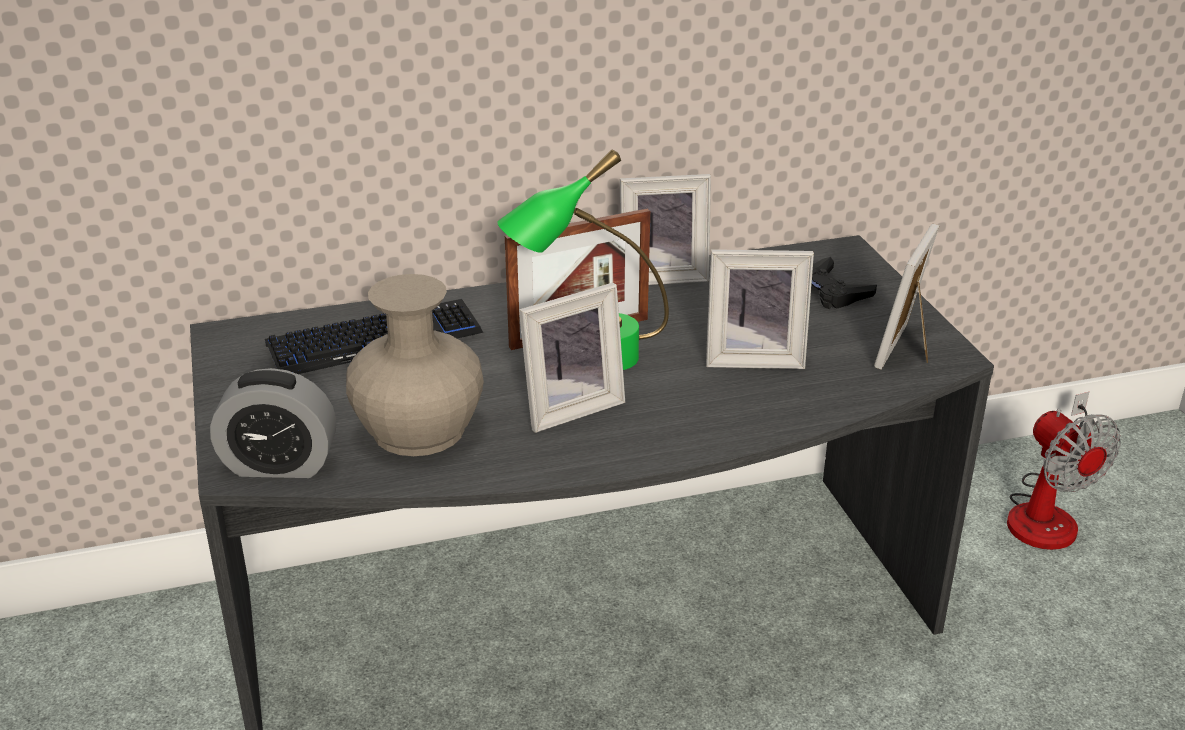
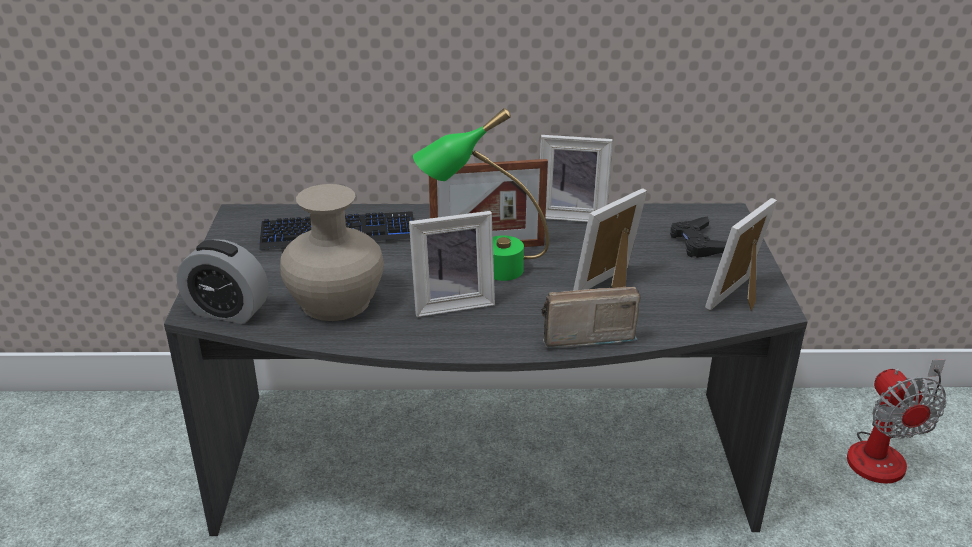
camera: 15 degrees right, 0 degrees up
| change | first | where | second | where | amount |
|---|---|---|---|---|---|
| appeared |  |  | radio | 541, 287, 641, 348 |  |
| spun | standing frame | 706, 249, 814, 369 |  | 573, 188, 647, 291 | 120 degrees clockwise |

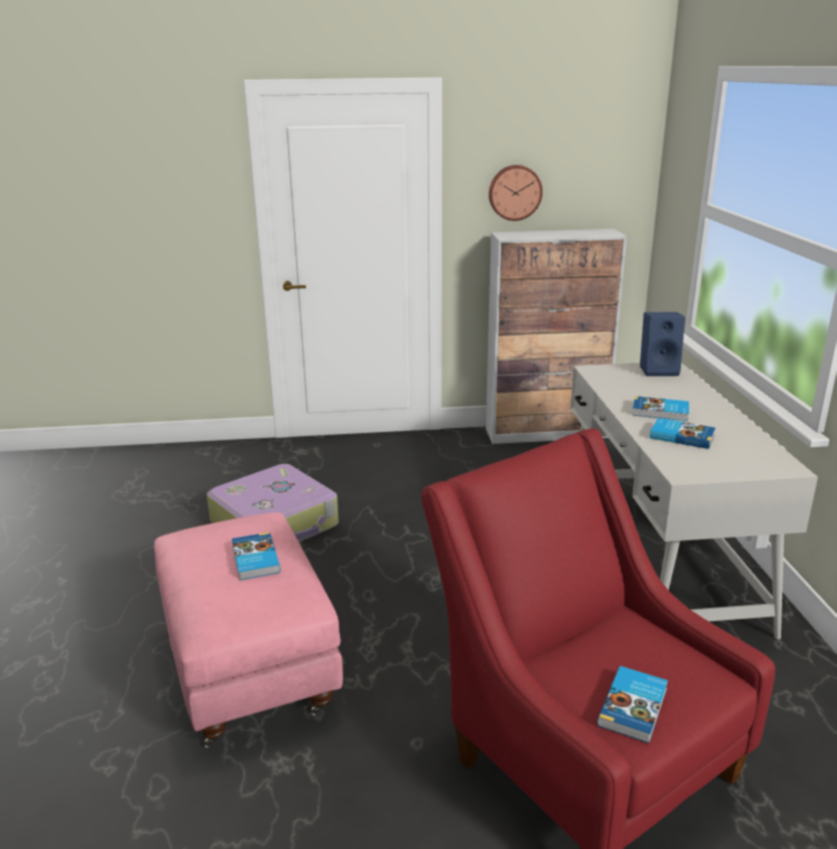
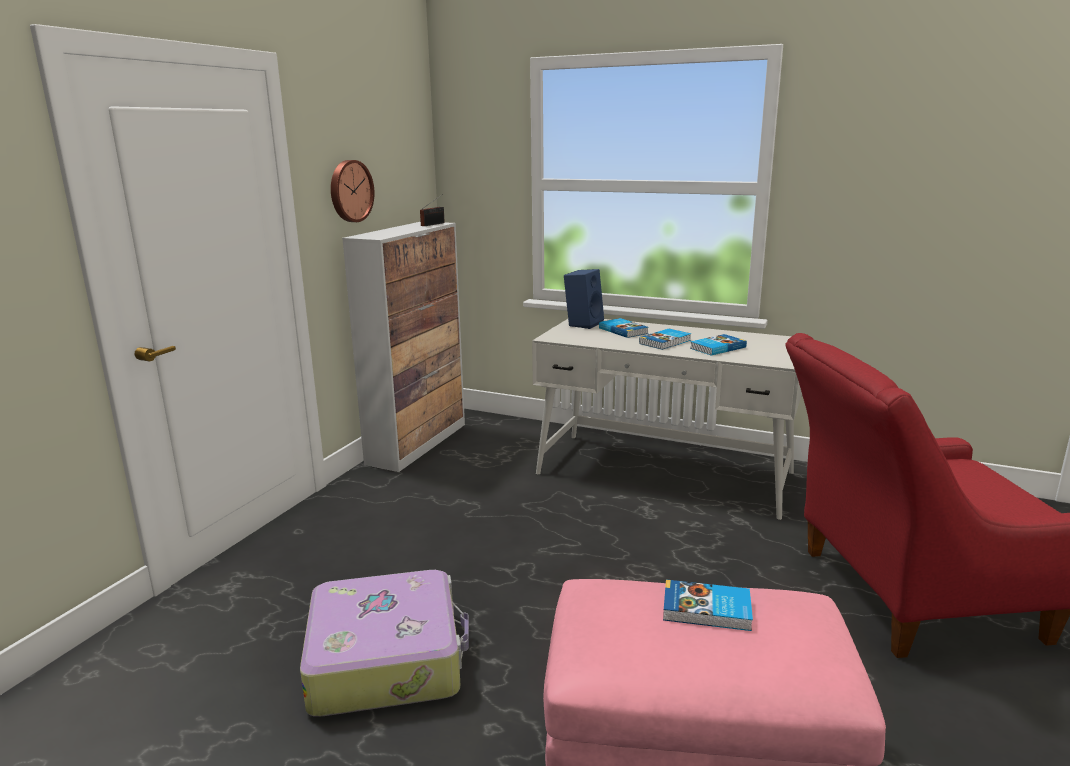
camera: 60 degrees left, 5 degrees down
| change | first | where | second | where | amount |
|---|---|---|---|---|---|
| appeared |  |  | radio | 420, 194, 445, 226 |  |
| relocated | volume | 597, 666, 668, 744 |  | 599, 318, 649, 338 |  |

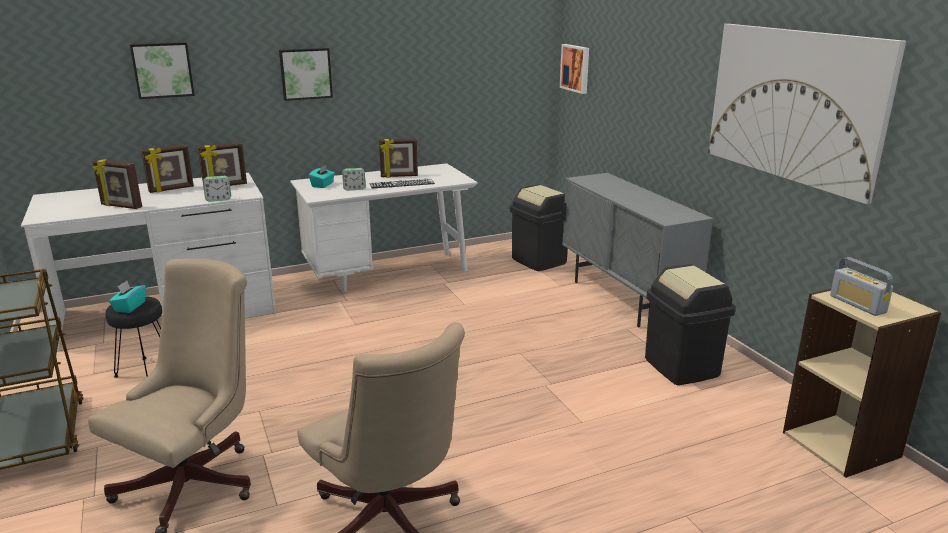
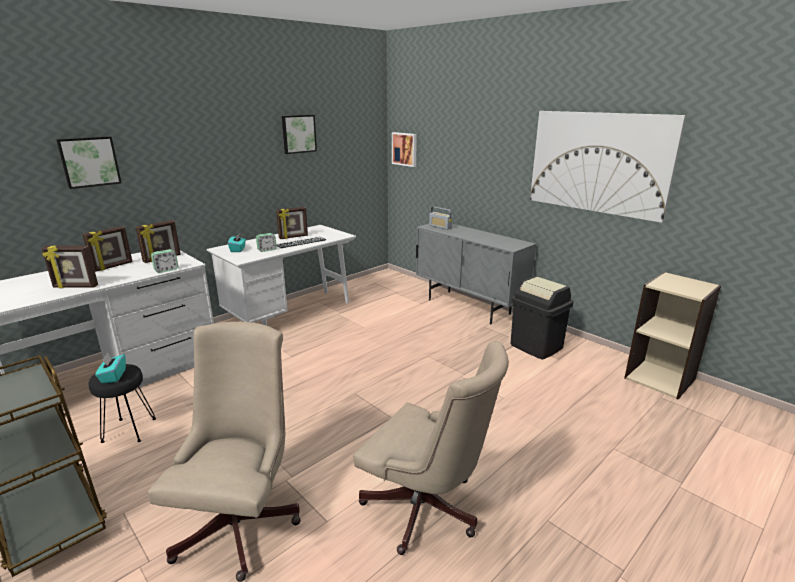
camera: 20 degrees left, 0 degrees up
| change | first | where | second | where | amount |
|---|---|---|---|---|---|
| missing | waste bin in black-coloured | 510, 184, 568, 271 |  |  |  |
| relocated | picture | 279, 48, 333, 101 |  | 282, 115, 317, 154 |  |
| relocated | radio | 830, 257, 893, 316 |  | 429, 207, 453, 230 |  |

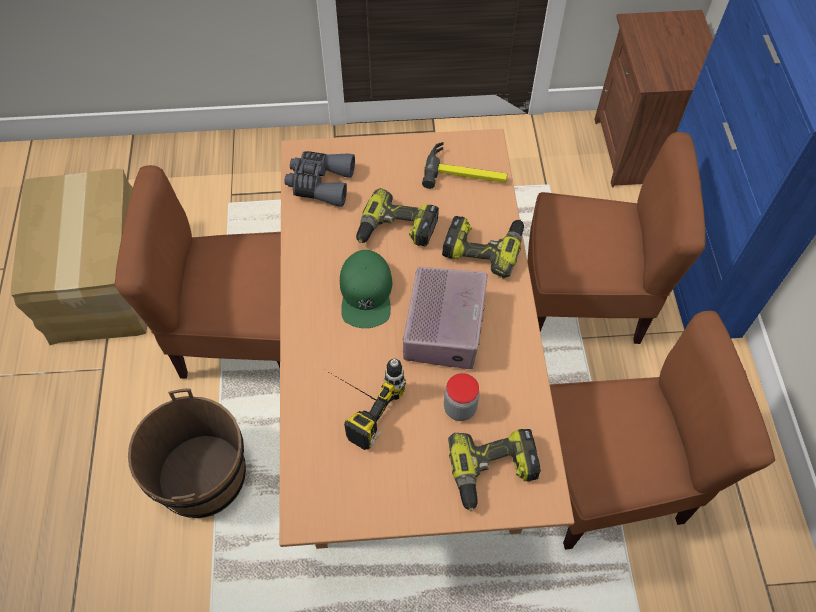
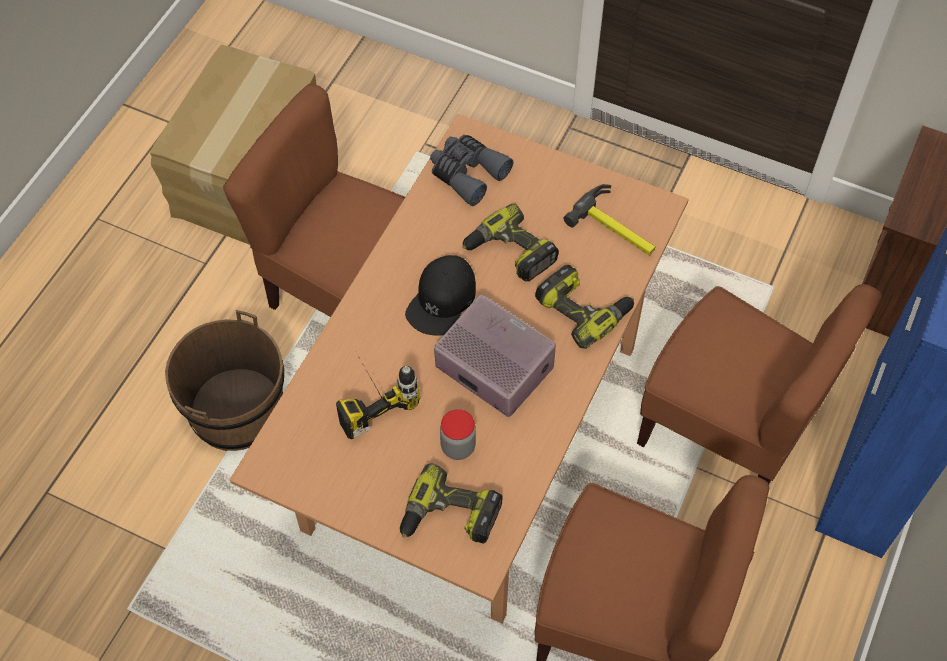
camera: 30 degrees right, 0 degrees up
| change | first | where | second | where | amount |
|---|---|---|---|---|---|
| colour | peaked cap in green | 340, 250, 393, 328 | peaked cap in black-coloured | 405, 255, 476, 336 |  |
| spun | radio | 403, 267, 487, 369 |  | 434, 294, 556, 417 | 90 degrees counterclockwise |

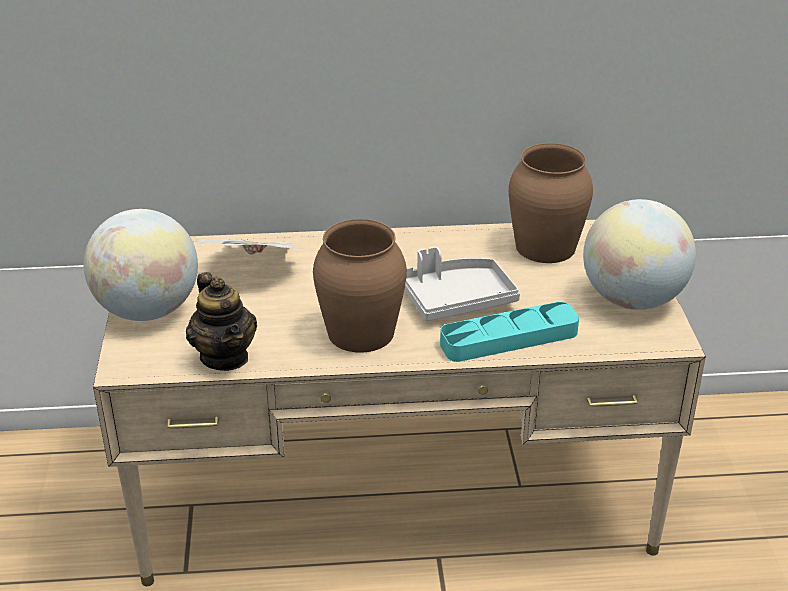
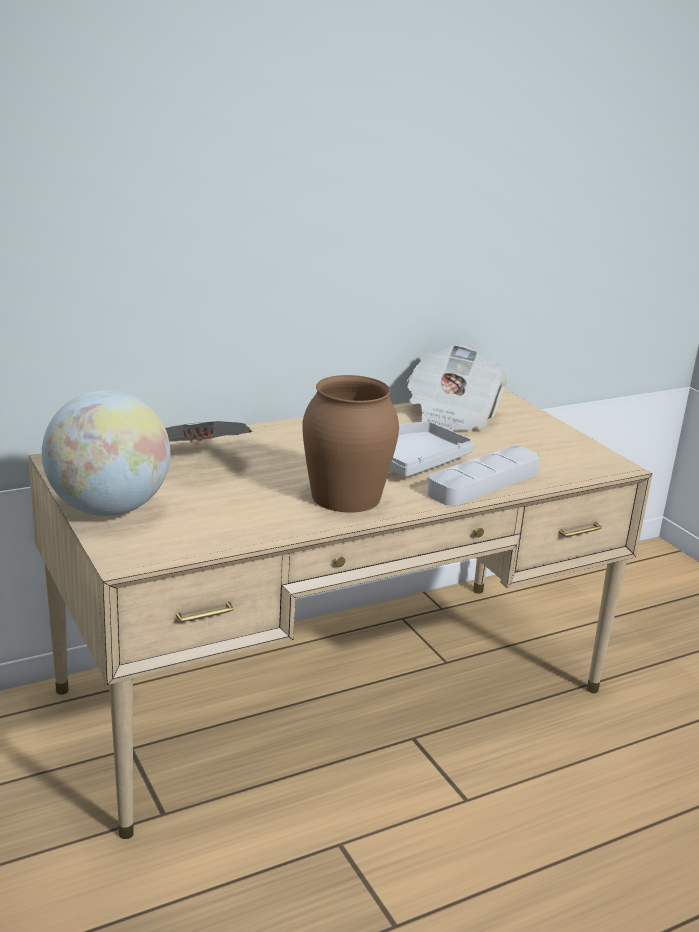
camera: 25 degrees left, 10 degrees down
| change | first | where | second | where | amount |
|---|---|---|---|---|---|
| missing | tea pot | 186, 272, 257, 371 |  |  |  |
| missing | desk globe | 583, 199, 696, 310 |  |  |  |
| exchanged | flower vase in brown-coloured | 509, 143, 593, 263 | printed paper | 406, 344, 507, 431 |  |
| colour | tray in turquoise-coloured | 440, 302, 579, 362 | tray in grey | 427, 446, 540, 506 |  |

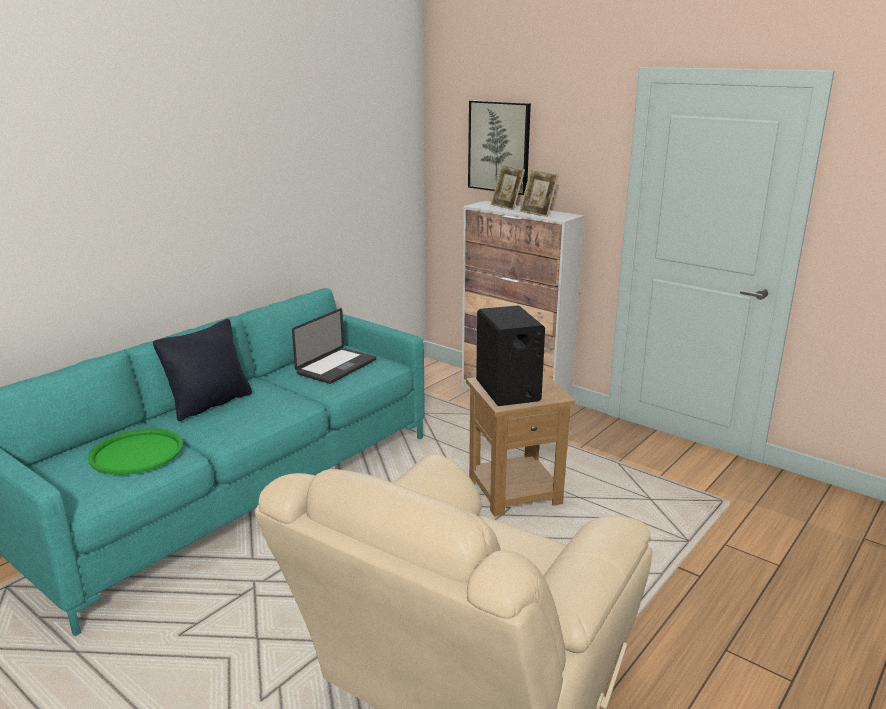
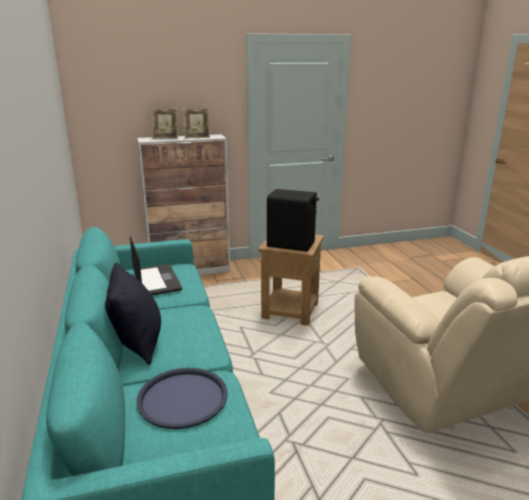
camera: 55 degrees left, 0 degrees up
| change | first | where | second | where | amount |
|---|---|---|---|---|---|
| missing | picture | 468, 100, 531, 195 |  |  |  |
| colour | tray in green | 88, 428, 183, 475 | tray in blue | 137, 368, 228, 429 |  |

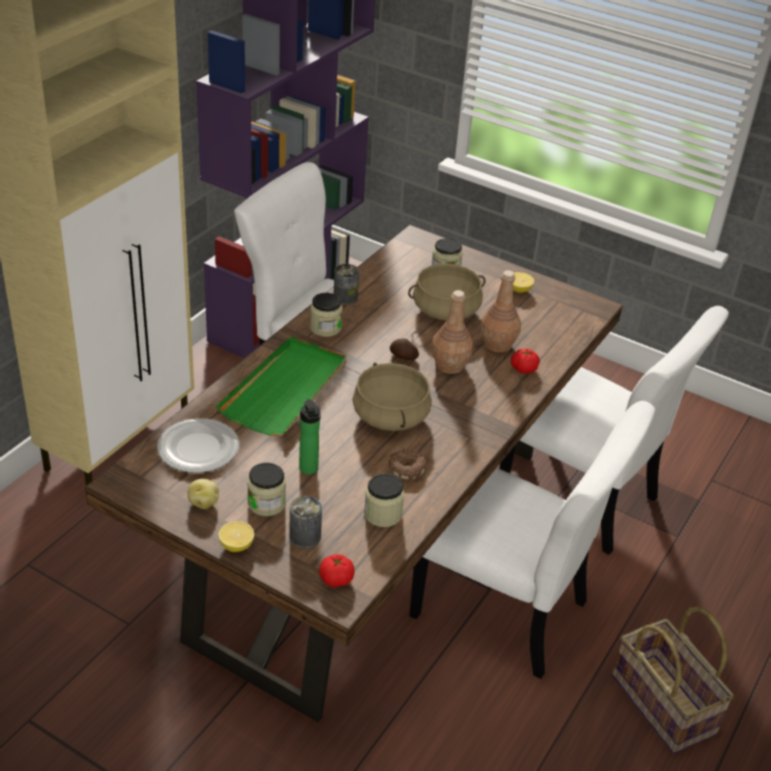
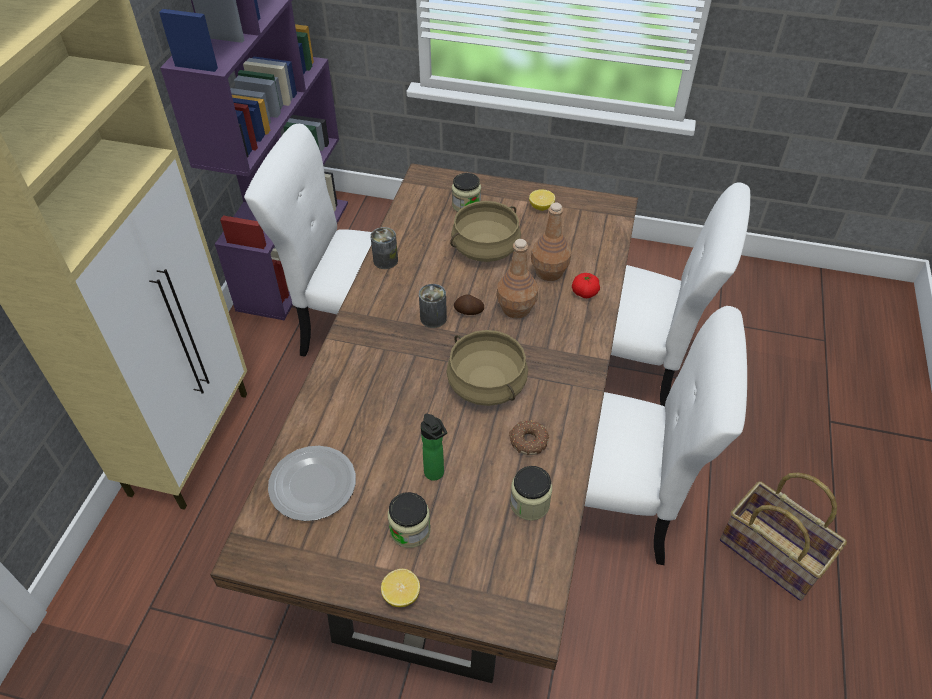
camera: 15 degrees left, 10 degrees up
| change | first | where | second | where | amount |
|---|---|---|---|---|---|
| missing | potato | 187, 479, 219, 509 |  |  |  |
| missing | tray in green | 216, 336, 347, 436 |  |  |  |
| missing | storage jar | 310, 293, 342, 337 |  |  |  |
| missing | fresh tomato | 319, 554, 355, 587 |  |  |  |
| relocated | sealed can | 289, 496, 322, 548 |  | 419, 284, 447, 328 |  |

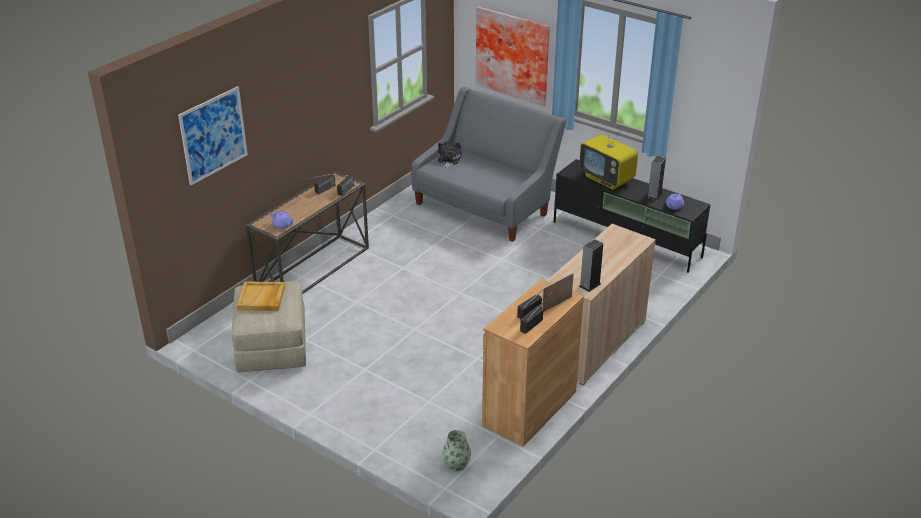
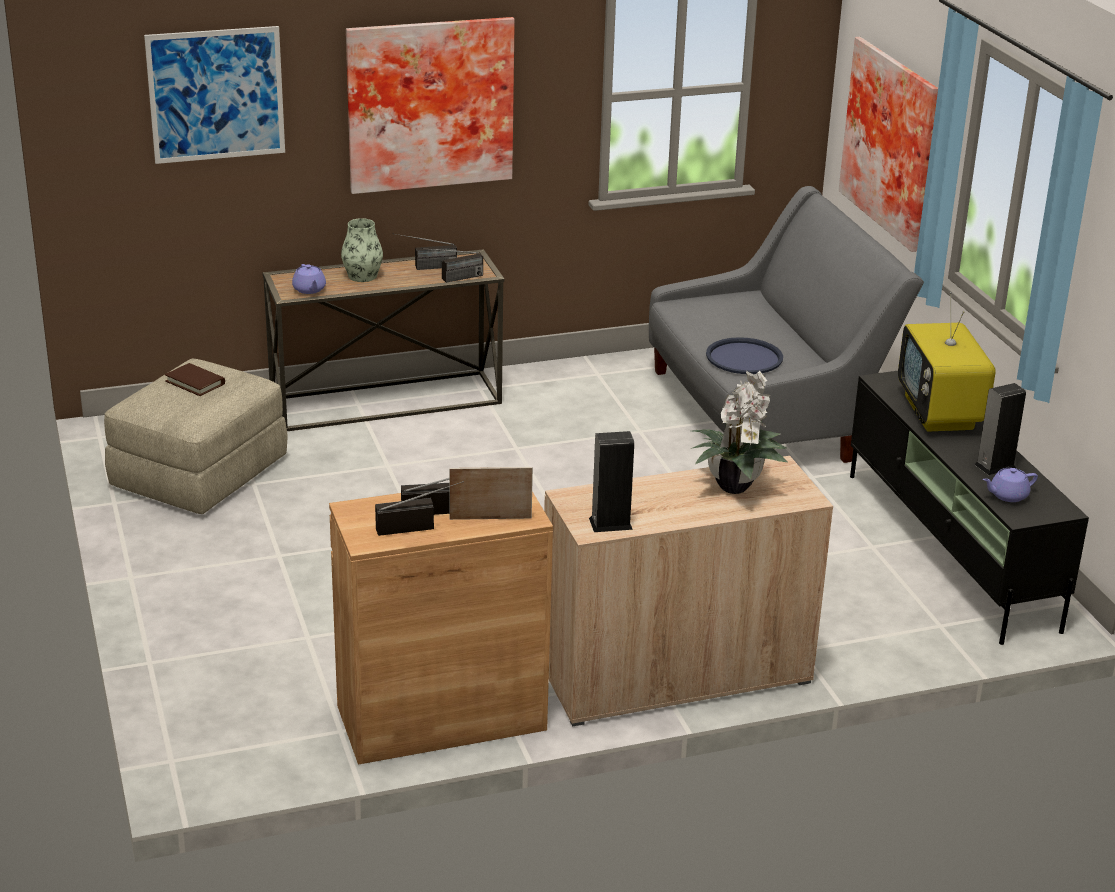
camera: 35 degrees right, 5 degrees down
| change | first | where | second | where | amount |
|---|---|---|---|---|---|
| missing | plush toy | 437, 141, 461, 169 |  |  |  |
| appeared |  |  | picture | 346, 17, 515, 194 |  |
| appeared |  |  | potted plant | 690, 371, 788, 494 |  |
| appeared |  |  | tray in blue | 706, 337, 783, 374 |  |
| relocated | flower vase | 442, 430, 471, 472 |  | 341, 218, 383, 282 |  |
| exchanged | tray in sand-coloured | 237, 281, 285, 311 | volume in brown-coloured | 165, 363, 225, 396 |  |

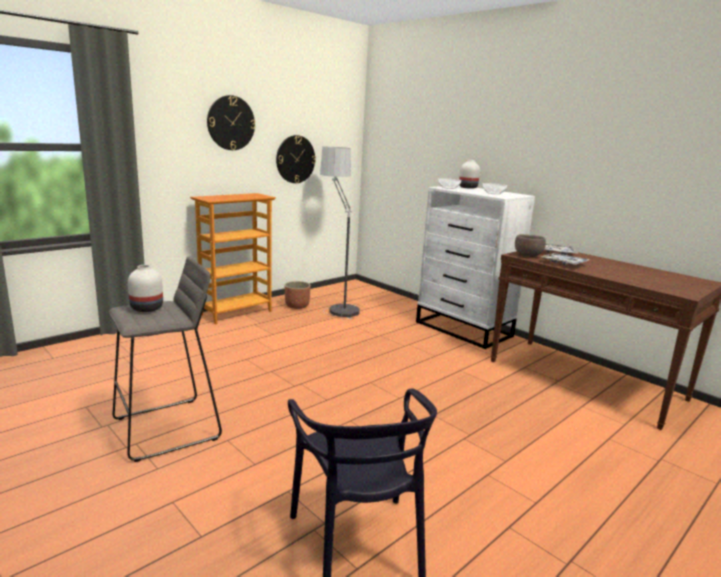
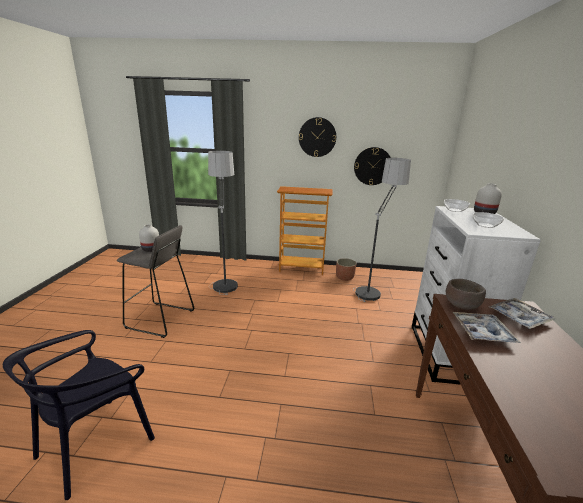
camera: 50 degrees right, 5 degrees up
| change | first | where | second | where | amount |
|---|---|---|---|---|---|
| appeared |  |  | standard lamp | 208, 151, 238, 295 |  |

